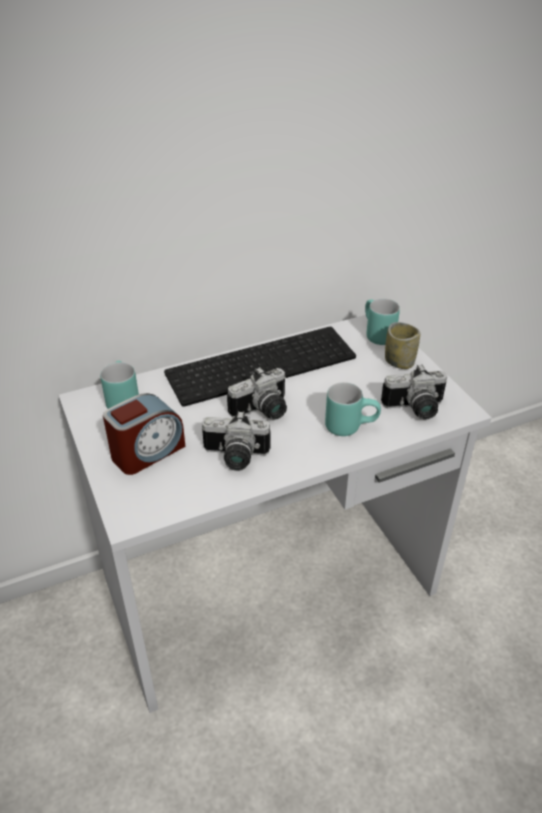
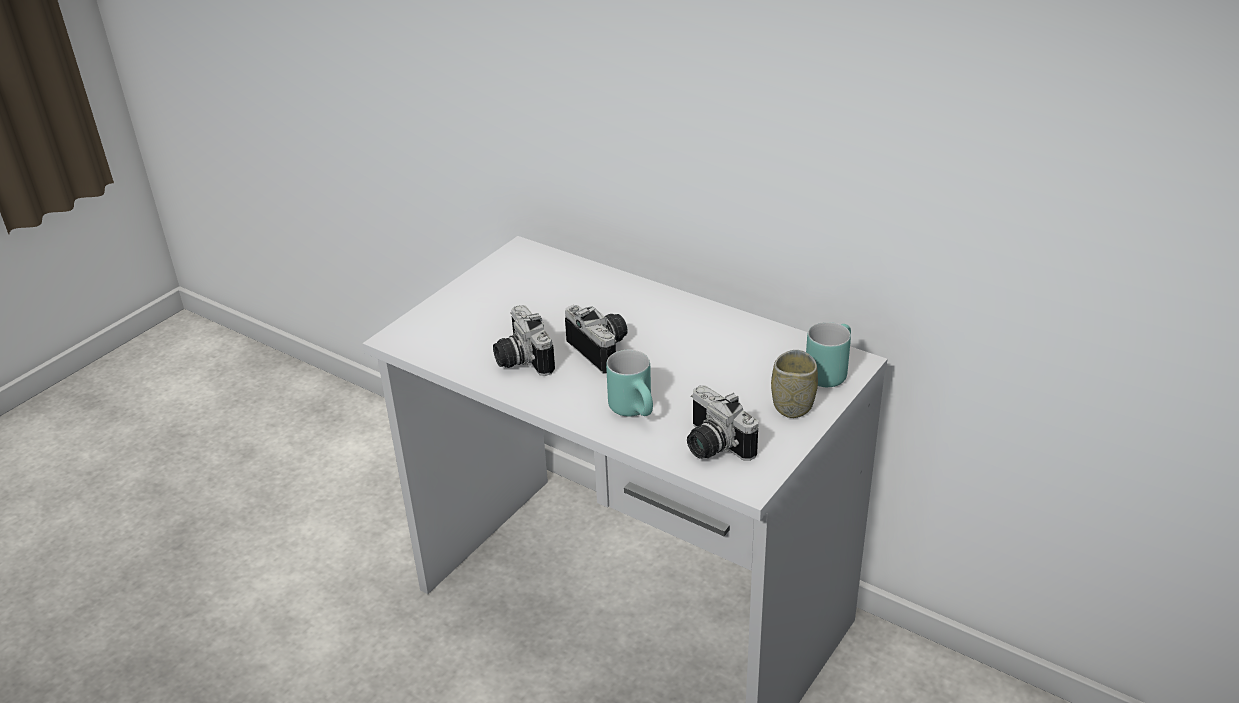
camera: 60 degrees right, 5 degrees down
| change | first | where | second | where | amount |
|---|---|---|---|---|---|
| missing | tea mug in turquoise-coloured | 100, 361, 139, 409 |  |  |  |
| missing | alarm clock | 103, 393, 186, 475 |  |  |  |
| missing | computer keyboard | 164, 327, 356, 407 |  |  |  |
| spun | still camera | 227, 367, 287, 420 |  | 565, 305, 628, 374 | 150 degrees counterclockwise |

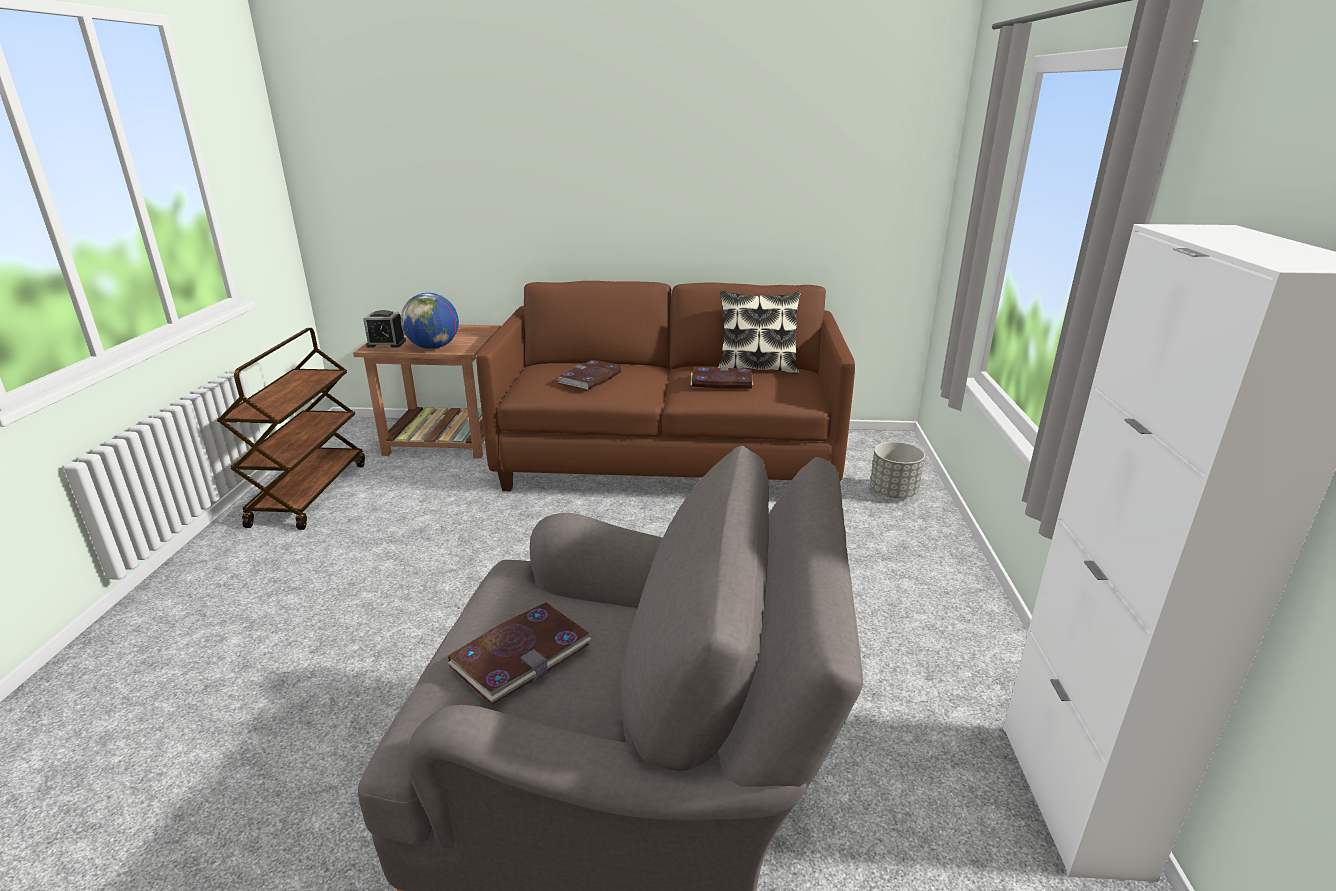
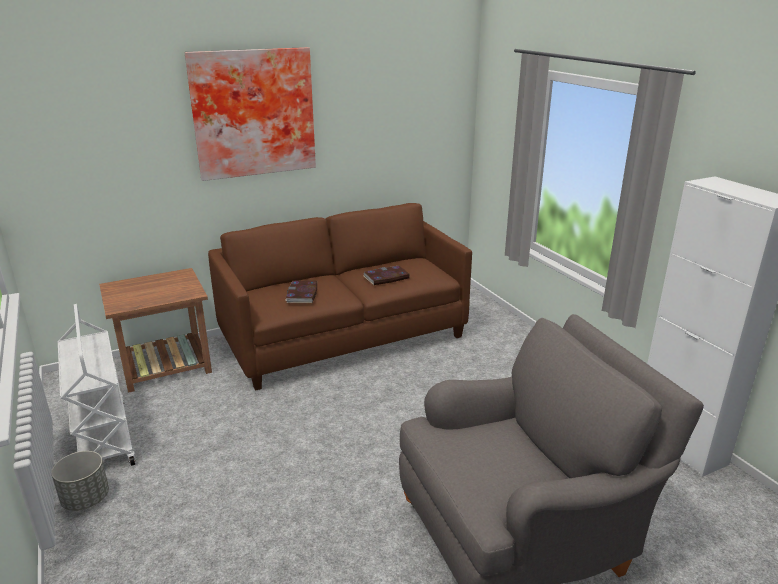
camera: 30 degrees left, 0 degrees up
| change | first | where | second | where | amount |
|---|---|---|---|---|---|
| missing | alarm clock | 364, 310, 406, 348 |  |  |  |
| missing | desk globe | 401, 293, 459, 349 |  |  |  |
| missing | volume | 447, 603, 591, 705 |  |  |  |
| missing | pillow | 718, 290, 801, 374 |  |  |  |
| appeared |  |  | picture | 185, 47, 316, 181 |  |
| relocated | planter in grey | 870, 442, 925, 498 |  | 51, 451, 109, 511 |  |
| colour | wheeled cart in brown-coloured | 217, 328, 365, 530 | wheeled cart in white | 58, 304, 136, 466 |  |

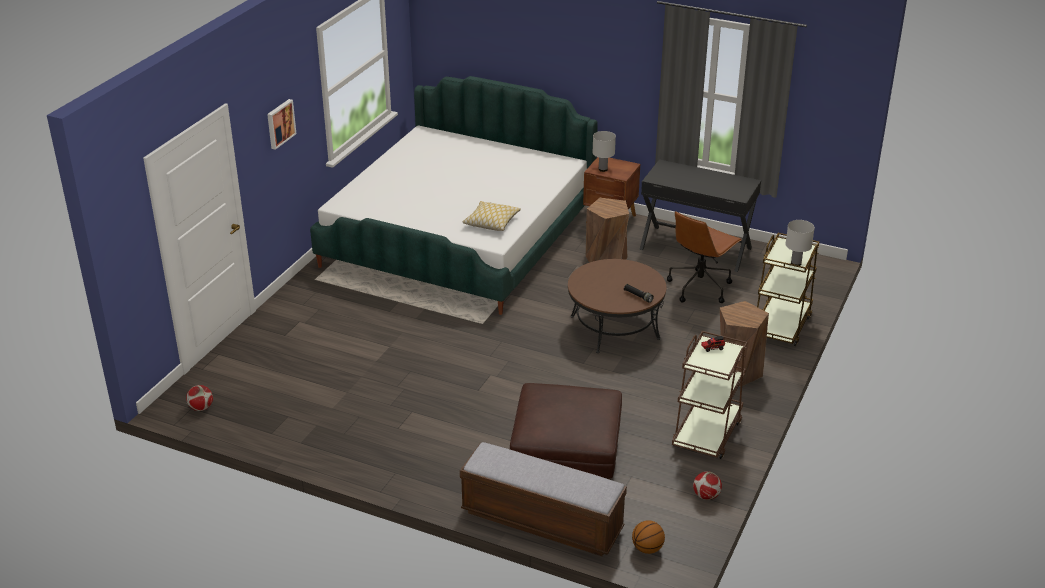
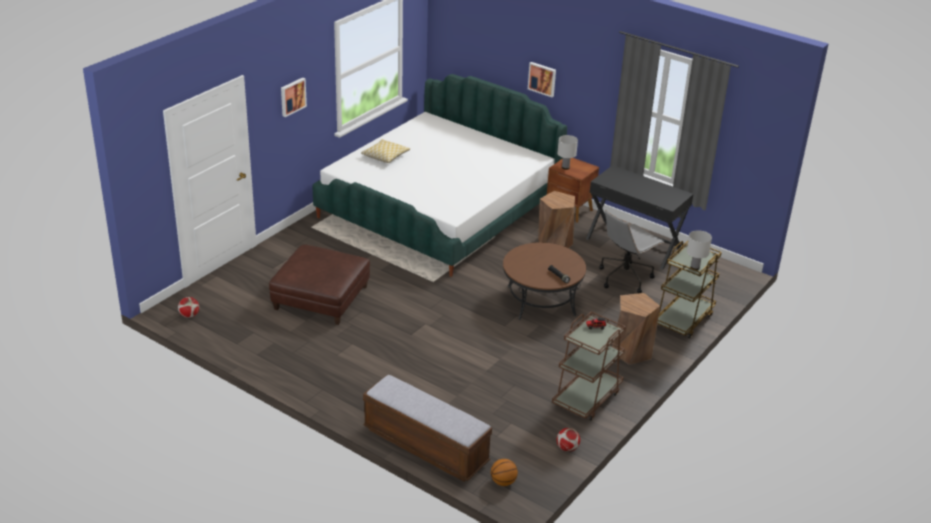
camera: 10 degrees right, 0 degrees up
| change | first | where | second | where | amount |
|---|---|---|---|---|---|
| appeared |  |  | picture | 528, 62, 556, 97 |  |
| relocated | pillow | 463, 201, 521, 231 |  | 361, 139, 410, 163 |  |
| relocated | ottoman in brown-coloured | 510, 383, 622, 480 |  | 269, 244, 370, 325 |  |
| colour | office chair in brown-coloured | 667, 211, 742, 303 | office chair in grey | 599, 210, 664, 293 |  |

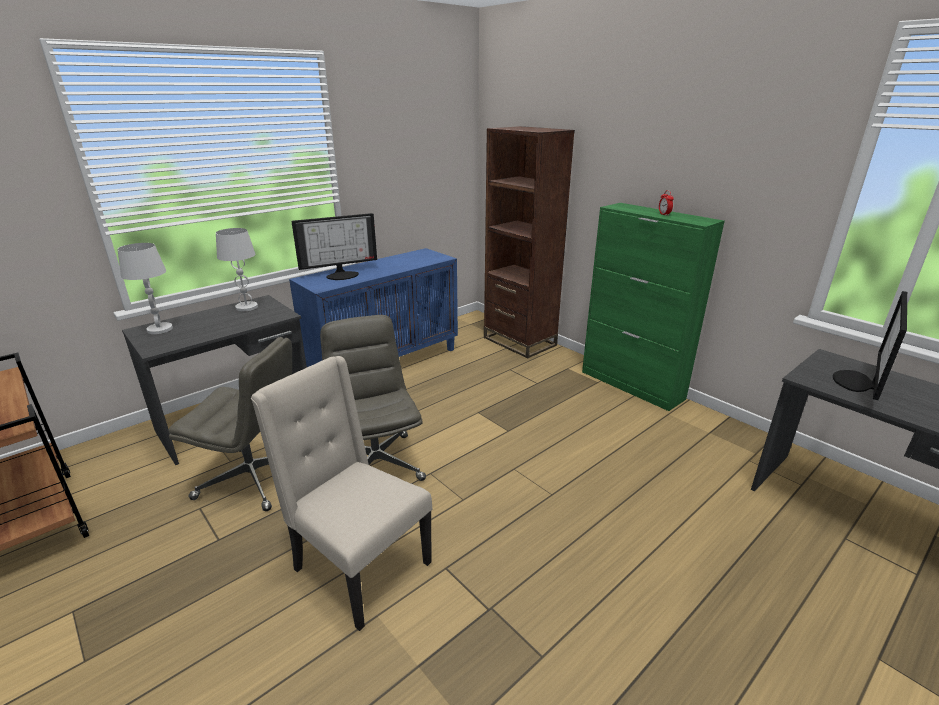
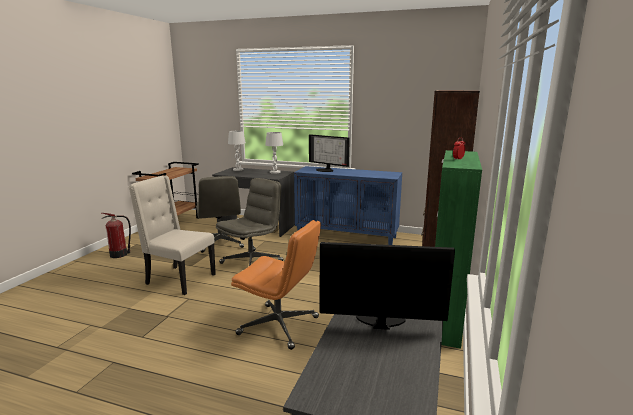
camera: 60 degrees right, 10 degrees down
| change | first | where | second | where | amount |
|---|---|---|---|---|---|
| appeared |  |  | extinguisher | 101, 213, 131, 258 |  |
| appeared |  |  | office chair in orange-coloured | 231, 220, 321, 350 |  |
| spun | upright chair in sand-coloured | 251, 356, 432, 631 |  | 129, 176, 216, 295 | 75 degrees counterclockwise |

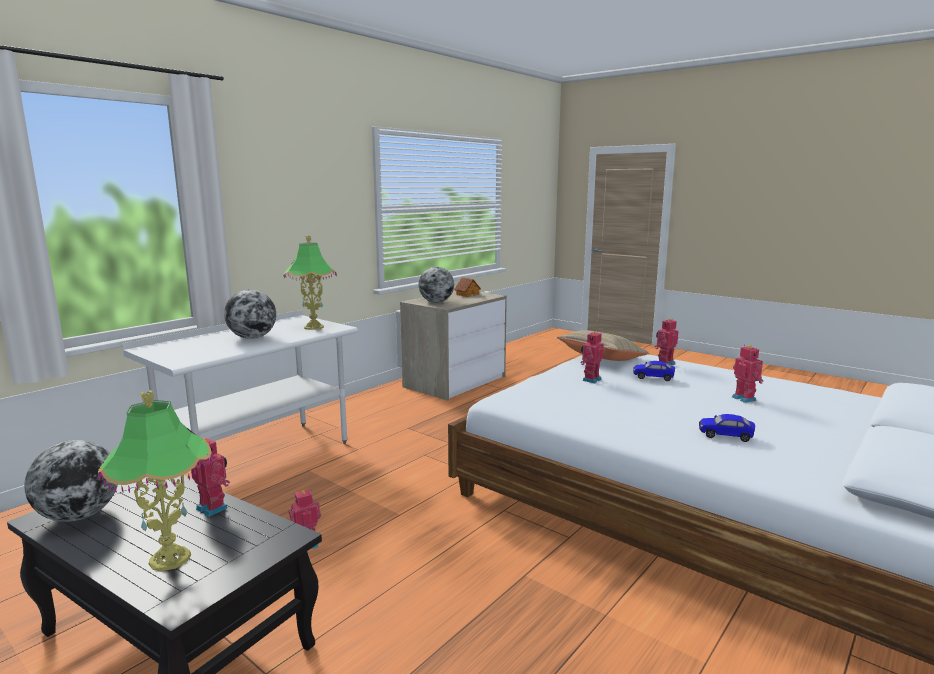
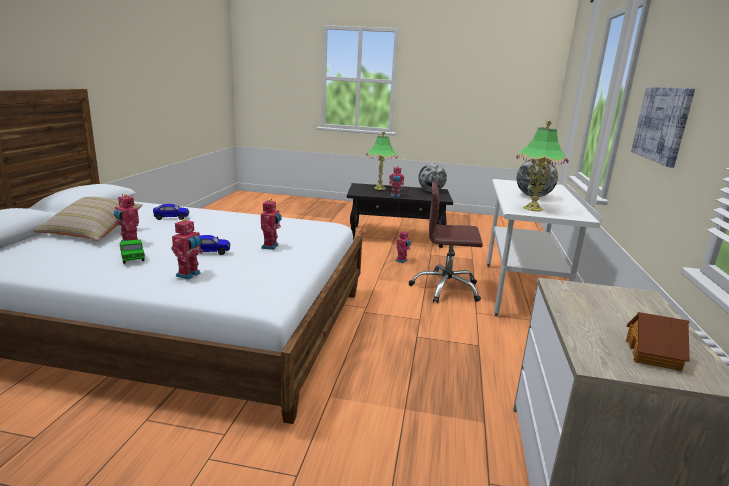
camera: 150 degrees right, 5 degrees up
| change | first | where | second | where | amount |
|---|---|---|---|---|---|
| missing | desk globe | 418, 267, 454, 303 |  |  |  |
| appeared |  |  | miniature car | 120, 239, 145, 264 |  |
| appeared |  |  | office chair in brown-coloured | 409, 182, 483, 303 |  |
| appeared |  |  | picture | 631, 87, 695, 168 |  |
| relocated | pillow in sand-coloured | 557, 330, 649, 361 |  | 33, 197, 143, 241 |  |

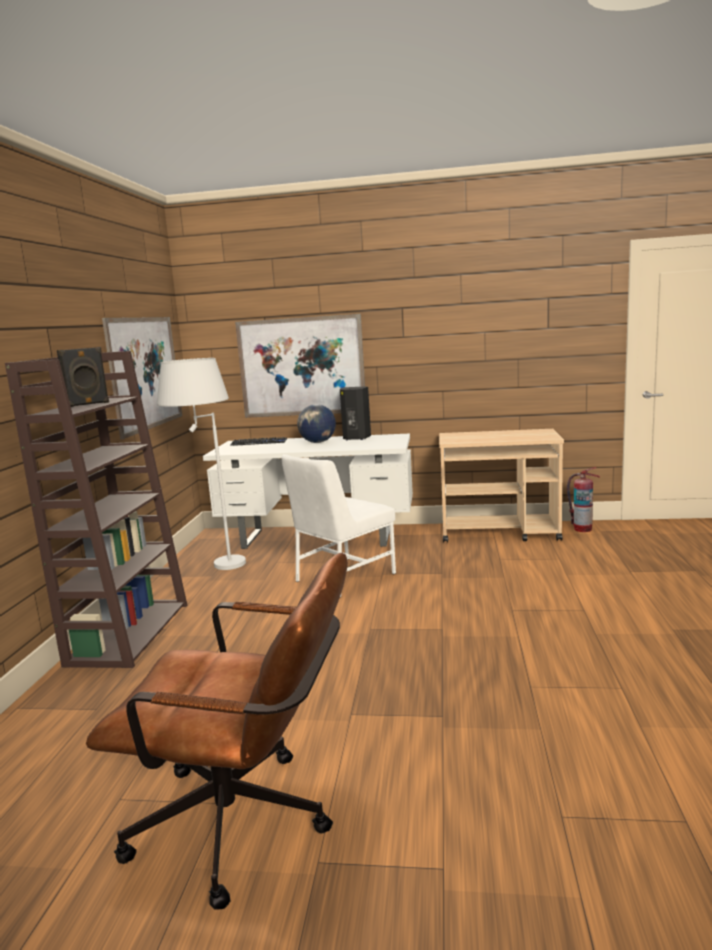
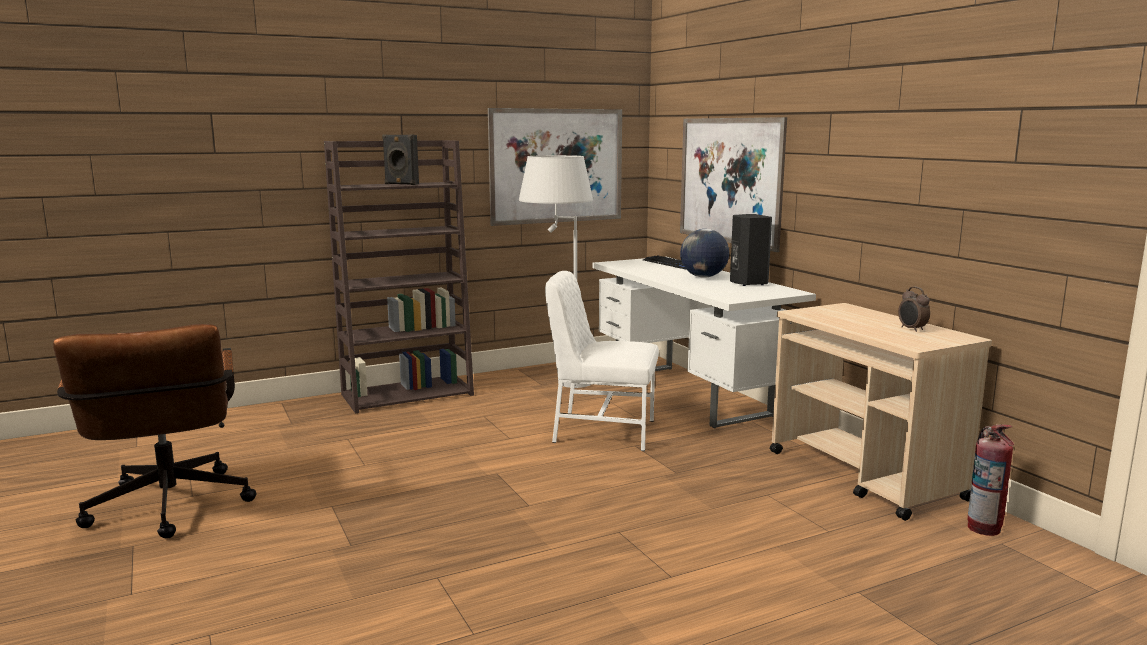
camera: 55 degrees right, 0 degrees up
| change | first | where | second | where | amount |
|---|---|---|---|---|---|
| appeared |  |  | alarm clock | 898, 287, 930, 332 |  |

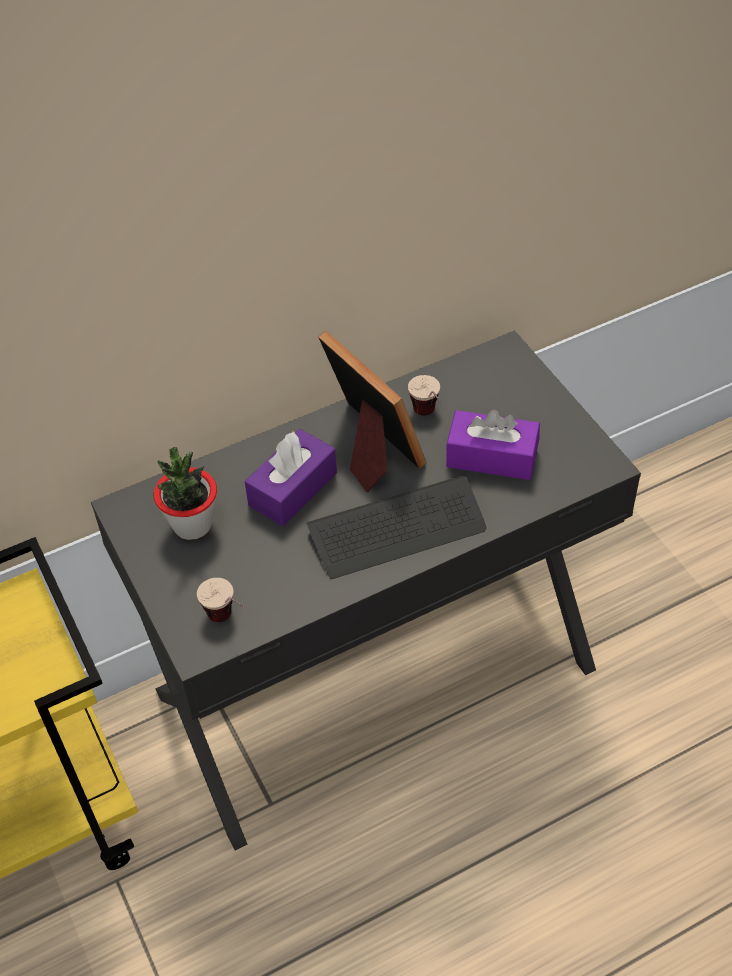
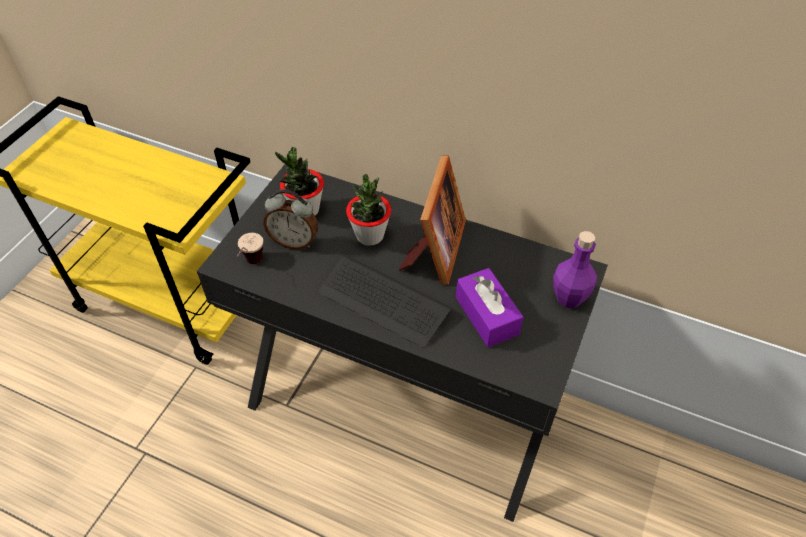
camera: 50 degrees right, 0 degrees up
| change | first | where | second | where | amount |
|---|---|---|---|---|---|
| missing | small cup | 408, 375, 441, 416 |  |  |  |
| appeared |  |  | alarm clock | 264, 189, 318, 249 |  |
| appeared |  |  | beverage bottle in purple | 553, 231, 597, 308 |  |
| exchanged | box of tissues in purple | 245, 429, 337, 526 | potted plant | 346, 174, 391, 246 |  |

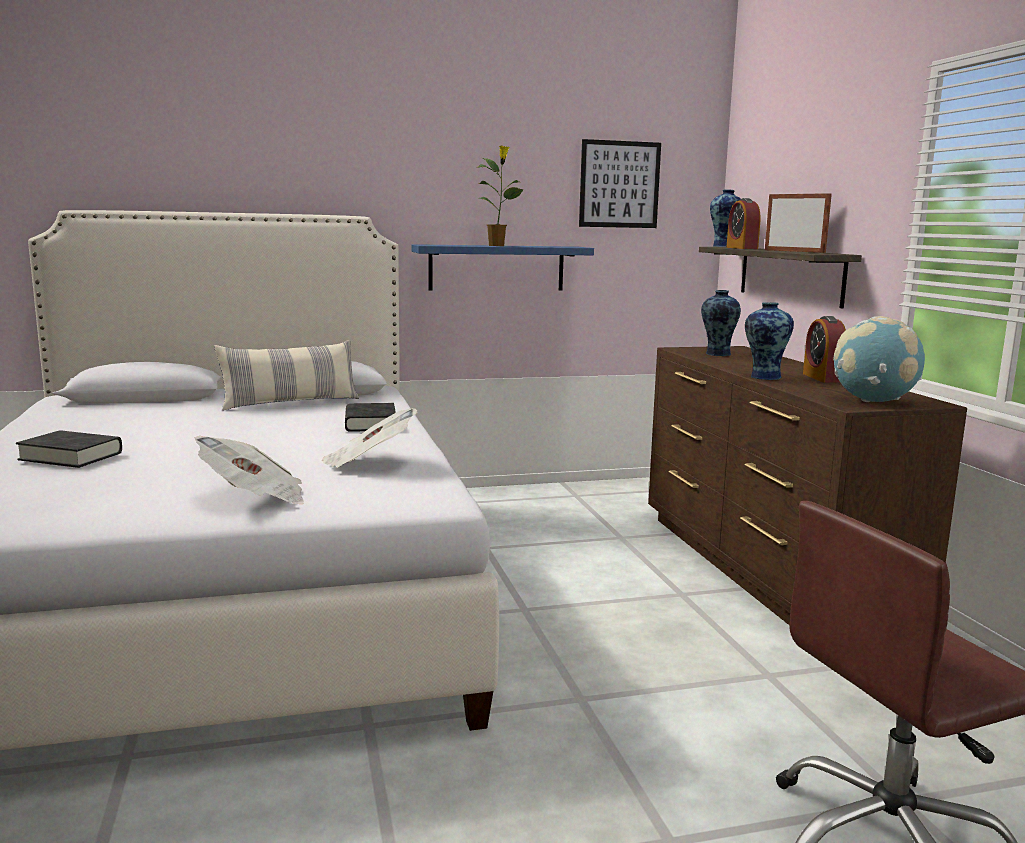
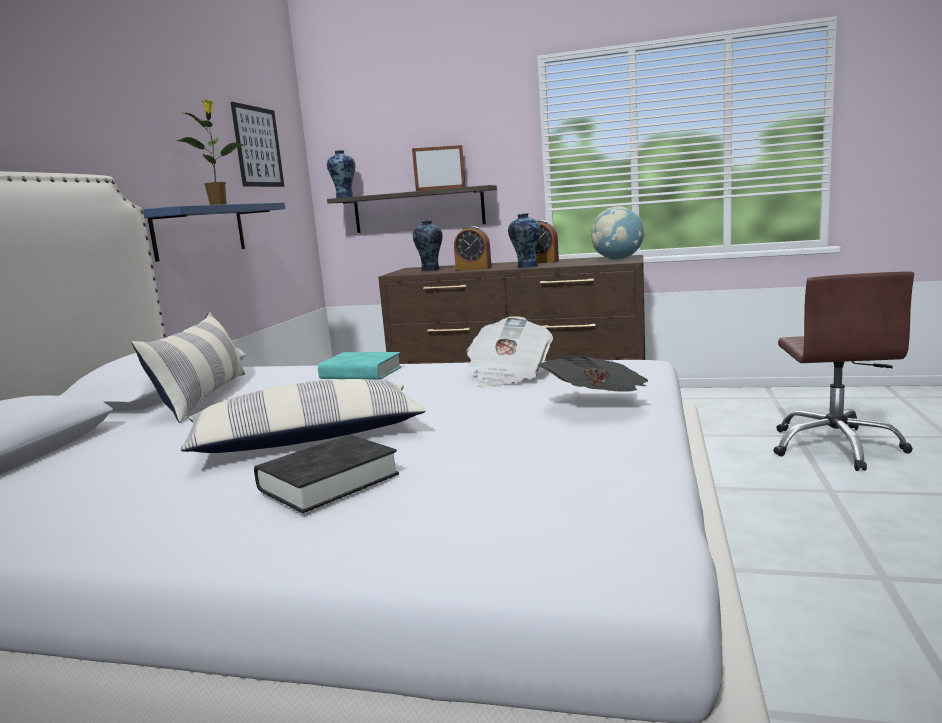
camera: 60 degrees left, 0 degrees up
| change | first | where | second | where | amount |
|---|---|---|---|---|---|
| appeared |  |  | pillow | 180, 379, 426, 453 |  |
| relocated | alarm clock | 726, 198, 761, 249 |  | 454, 226, 492, 271 |  |
| colour | volume in black-coloured | 345, 403, 396, 432 | volume in turquoise-coloured | 318, 352, 402, 379 |  |

